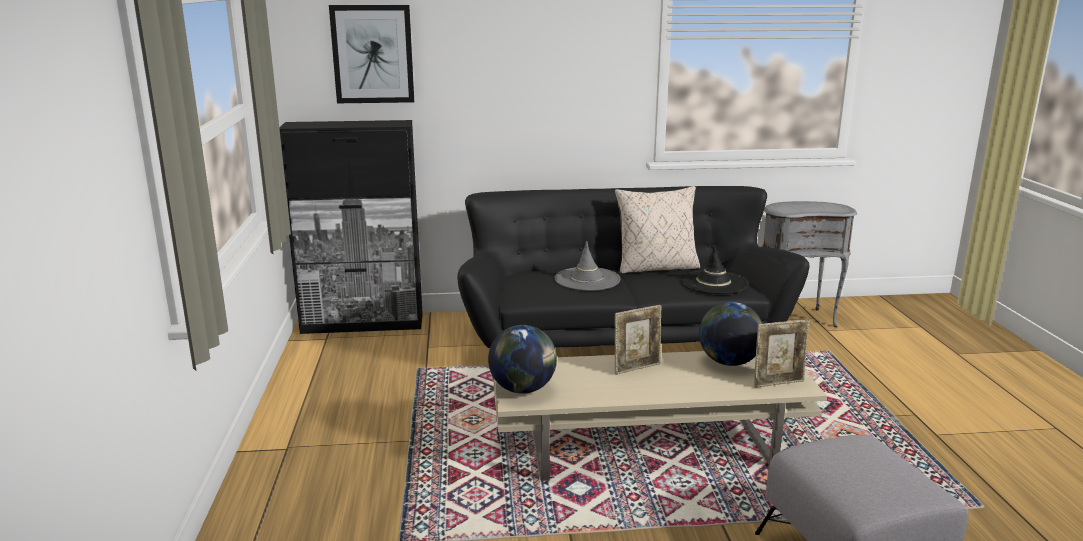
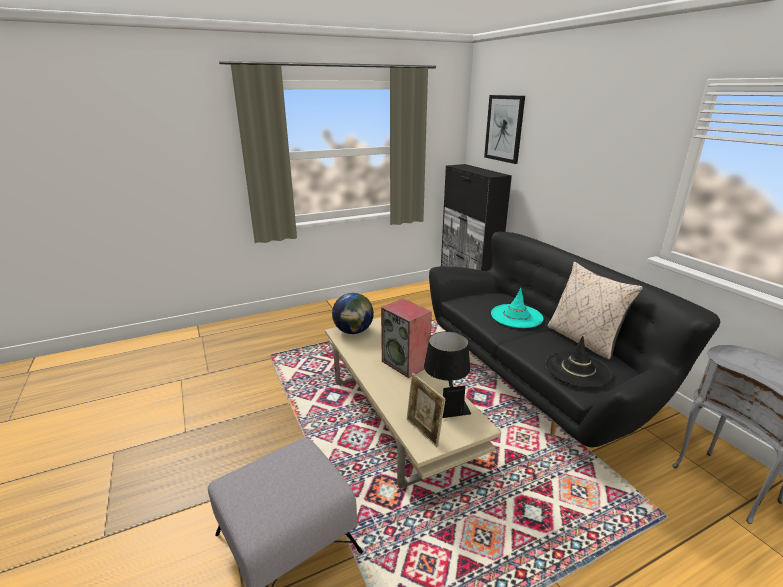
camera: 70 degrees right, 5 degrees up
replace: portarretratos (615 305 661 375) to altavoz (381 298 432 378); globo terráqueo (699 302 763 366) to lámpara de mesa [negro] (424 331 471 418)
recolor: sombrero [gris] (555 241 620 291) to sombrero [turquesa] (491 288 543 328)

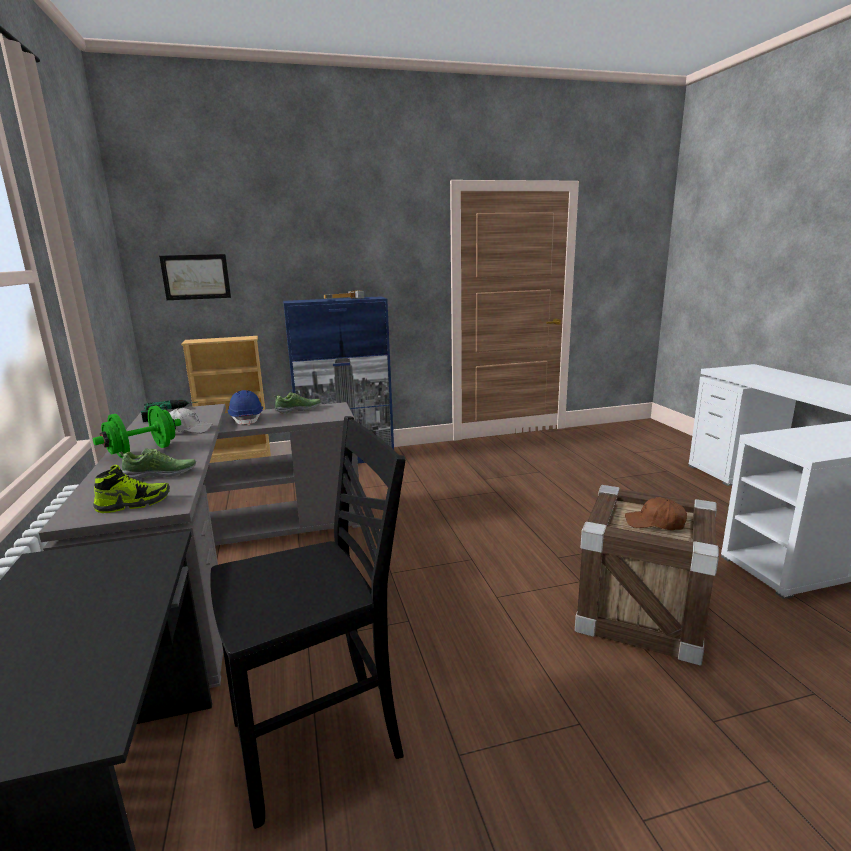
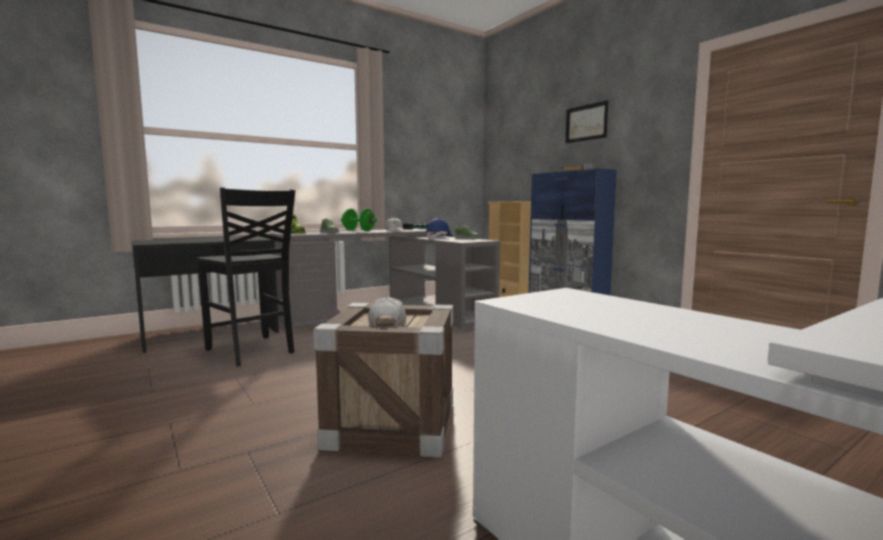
camera: 70 degrees right, 10 degrees down
move: cuadro (159 254 231 300) to (565 100 608 143)
recolor: gorra [marrón] (625 497 687 530) to gorra [blanco] (368 297 407 327)

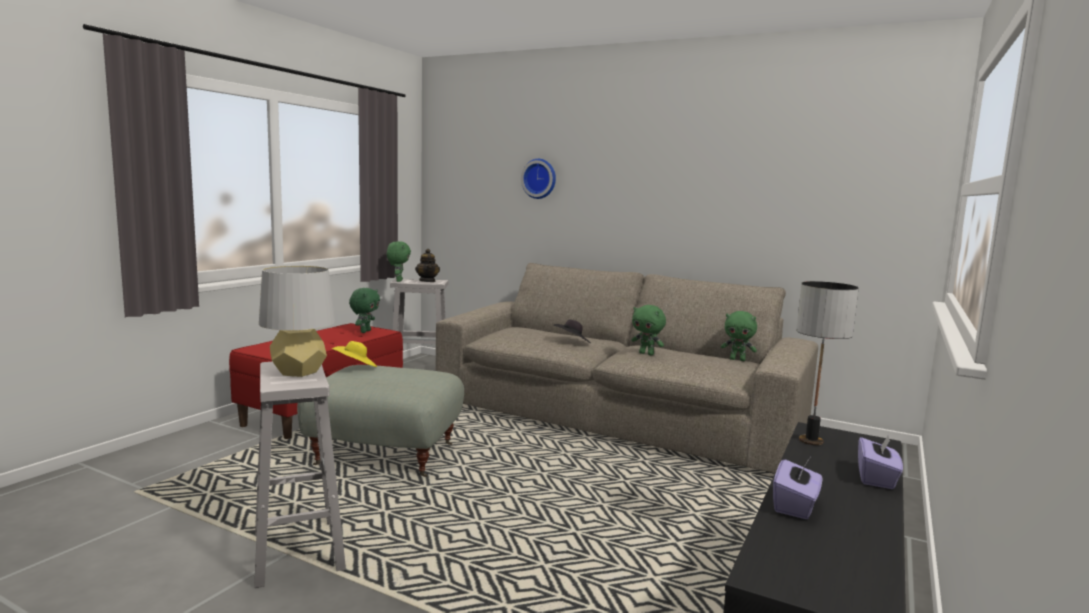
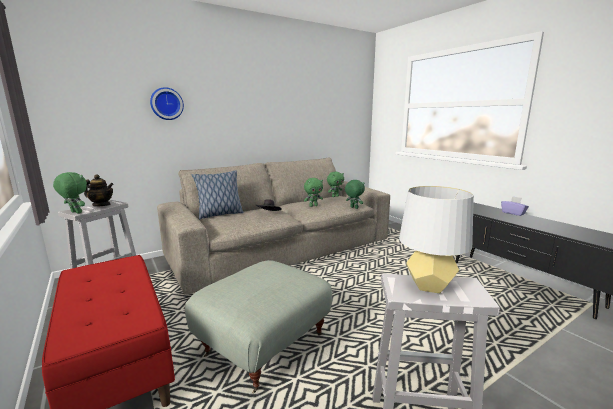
camera: 60 degrees left, 5 degrees up
delete: sombrero [amarillo] (332 341 377 367); caja de pañuelos [morado] (773 458 822 519); lámpara de mesa (796 281 859 445)
insert: cojín (191 170 244 219)
move: peluche [verde] (349 288 380 333) to (345 180 365 209)

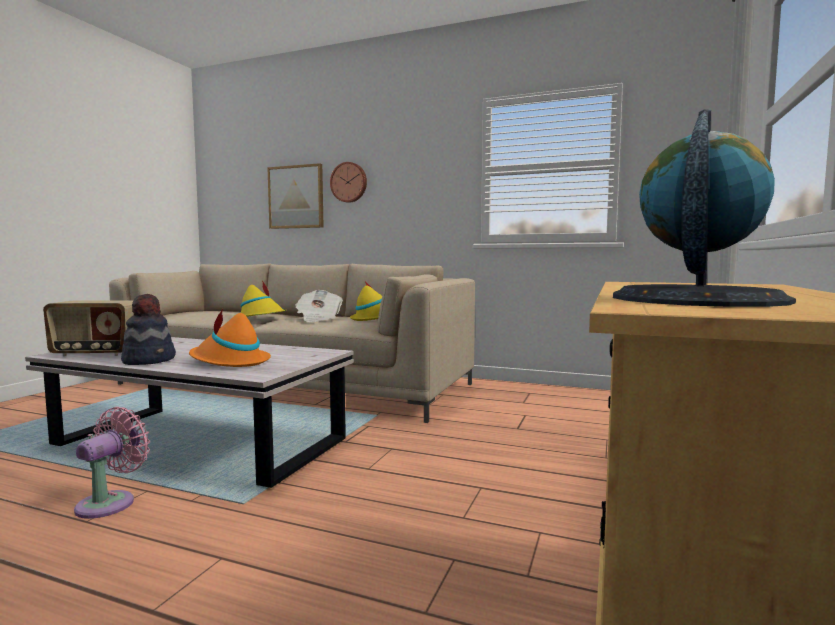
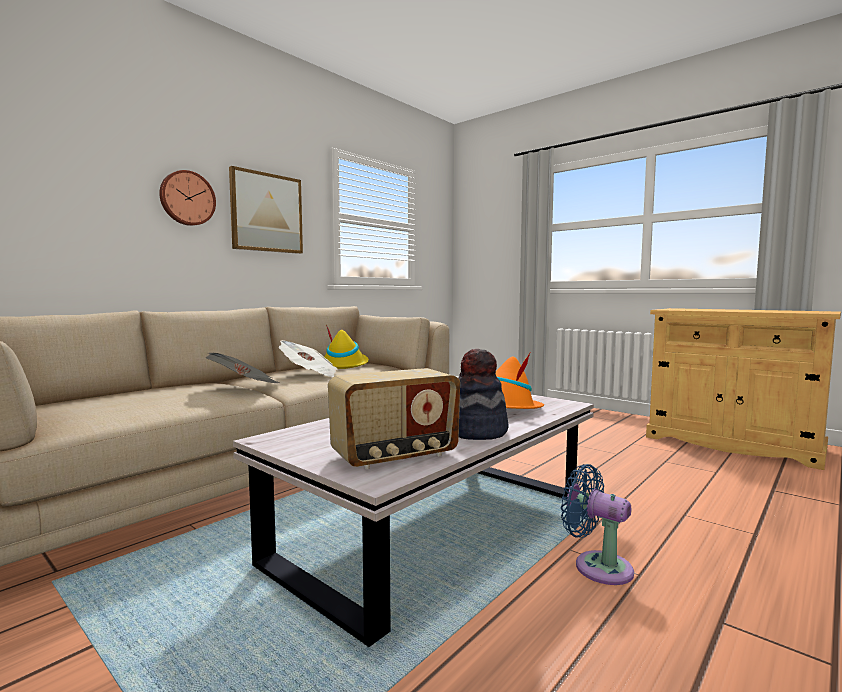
camera: 70 degrees left, 0 degrees up
delete: globo terráqueo (613 109 796 307)
move: cuadro (267 163 324 229) to (229 166 303 254)
replace: sombrero [amarillo] (234 280 287 317) to periódico (206 353 280 383)
recolor: ventilador [rosa] (74 407 150 519) to ventilador [azul] (561 464 634 585)
rotate: radio (43 300 134 356) = (328 368 460 469) 45 degrees clockwise

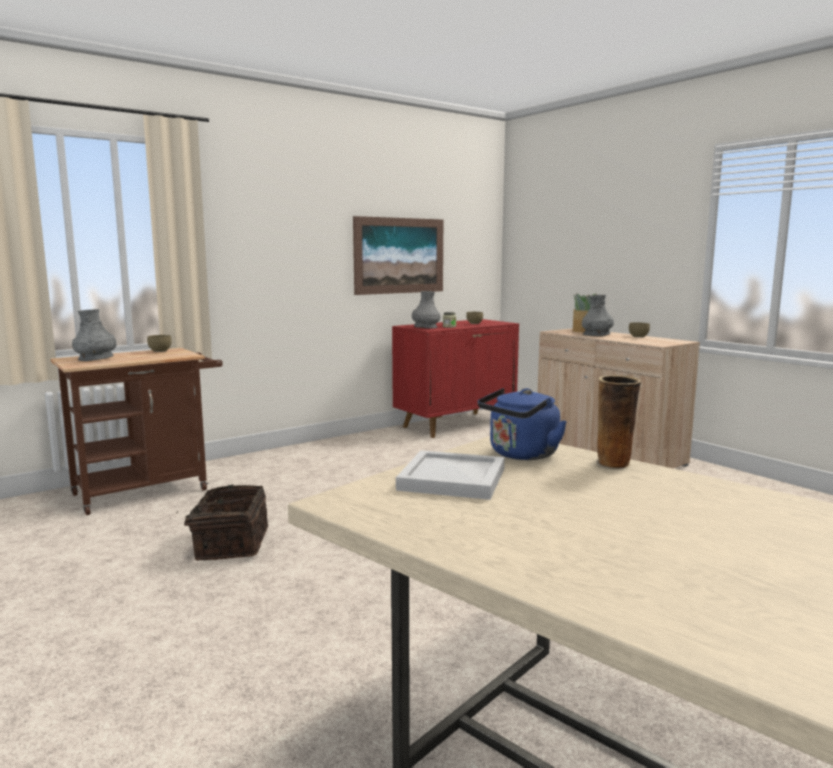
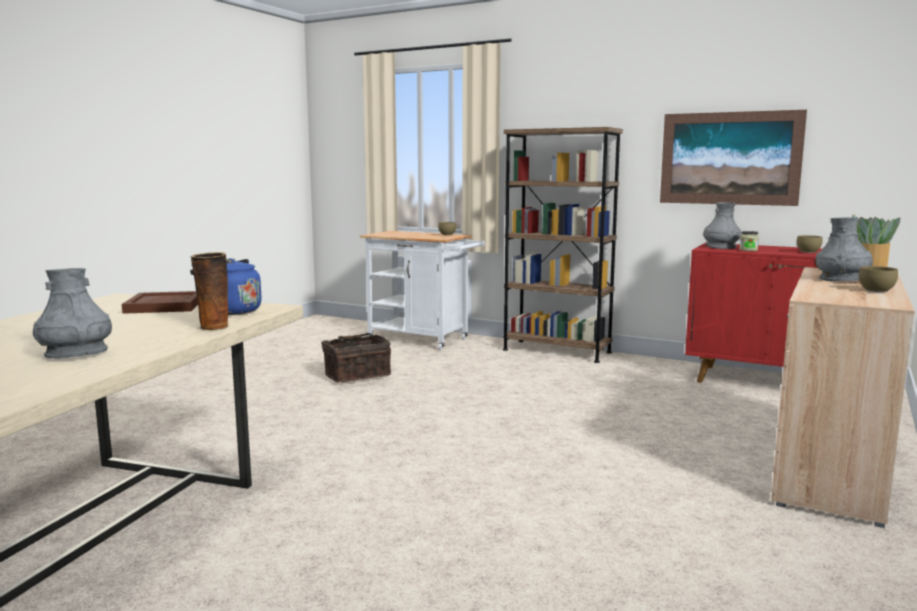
camera: 65 degrees right, 0 degrees up
insert: estantería [marrón] (503 127 623 363)
move: florero [gris] (72 309 117 361) to (33 268 112 359)
recolor: bandeja [blanco] (396 450 505 500) to bandeja [marrón] (122 291 198 314); carrito [marrón] (50 348 223 515) to carrito [blanco] (359 231 485 350)

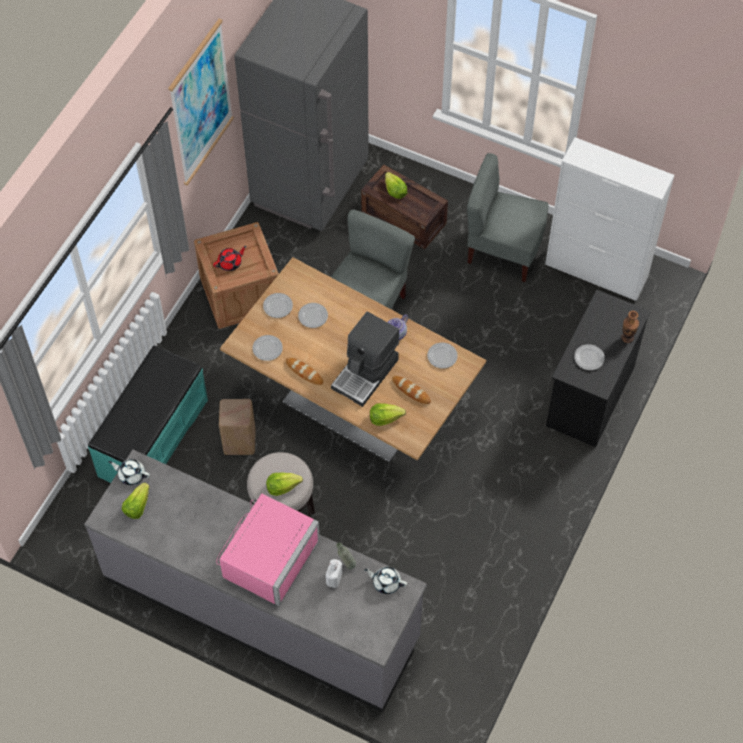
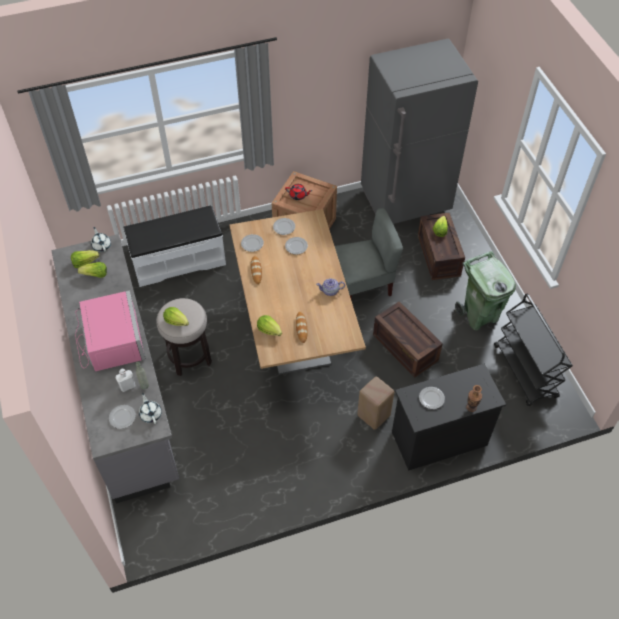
camera: 45 degrees right, 5 degrees down
delete: cuadro (168 19 234 186); cafetera (331 312 399 407)
insert: lechuga (78 262 107 278); caja de embalaje (373 301 443 378)
move: plato (427 343 458 369) to (109 405 136 429); taburete [beis] (219 399 256 455) to (357 376 394 430)
replace: silla [gris] (467 153 549 282) to papelera [verde] (455 251 516 330); armario [blanco] (545 137 674 301) to carrito [negro] (494 293 573 406)
recolor: banco [turquesa] (88 345 208 483) to banco [blanco] (123 205 226 287)
rotate: microondas [rosa] (216 493 320 606) = (75 290 146 371) 90 degrees counterclockwise

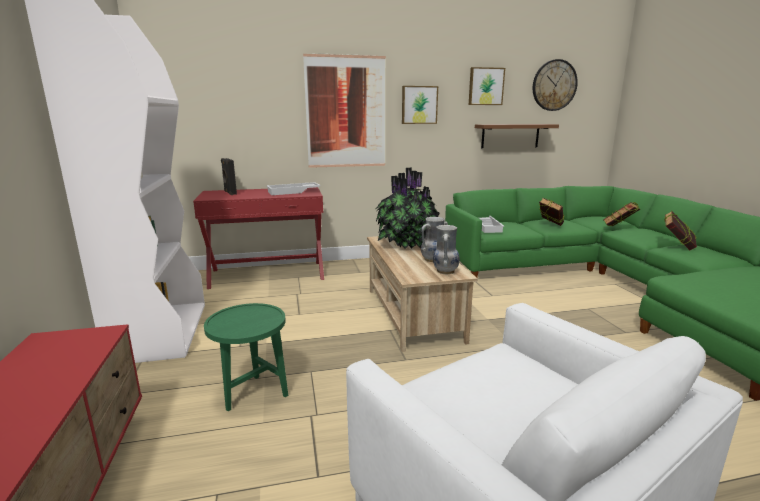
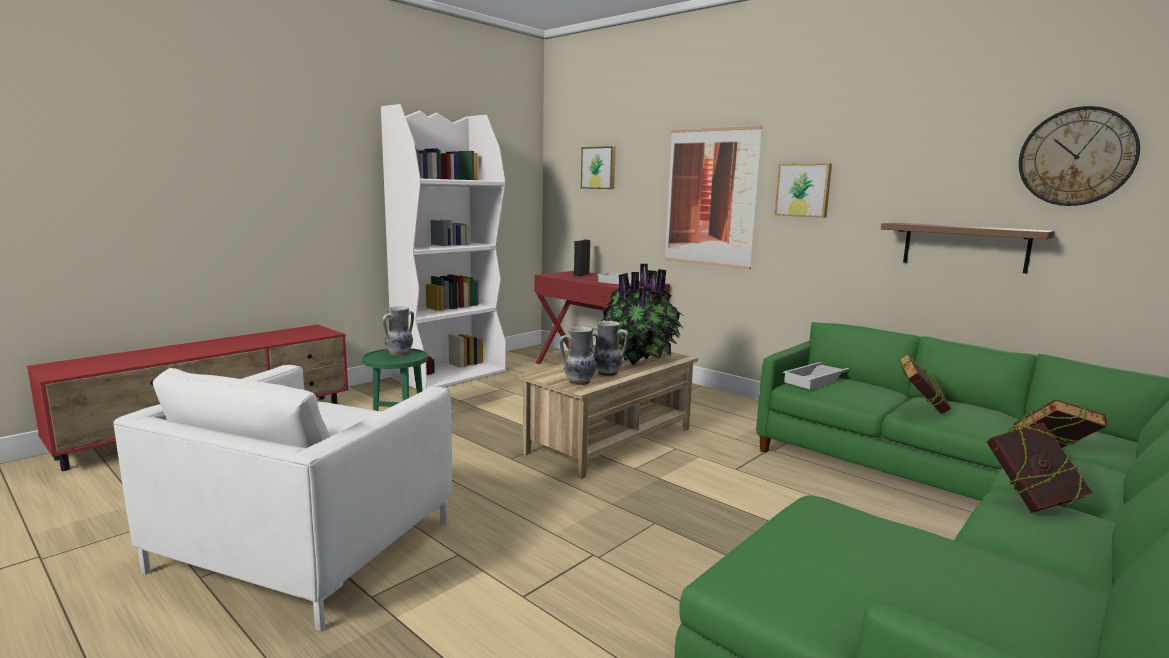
camera: 55 degrees right, 5 degrees down
insert: florero (383 306 414 356)
move: cuadro (469 67 505 105) to (581 146 616 189)

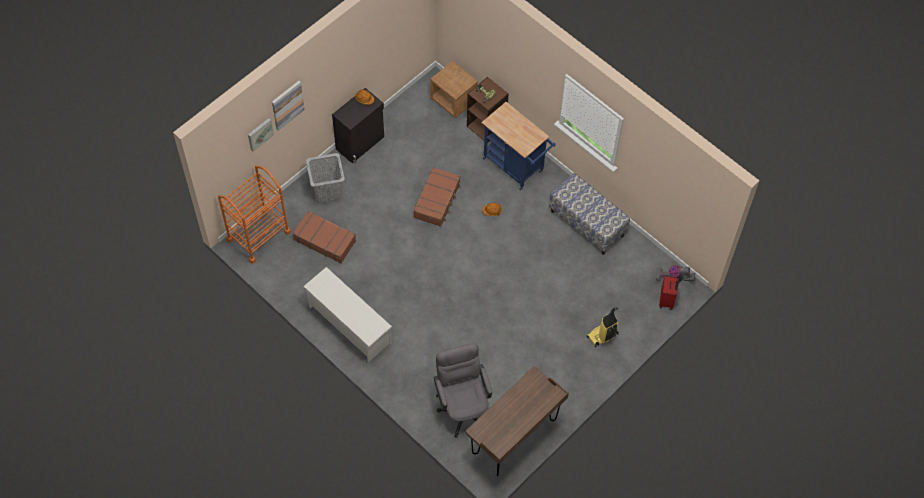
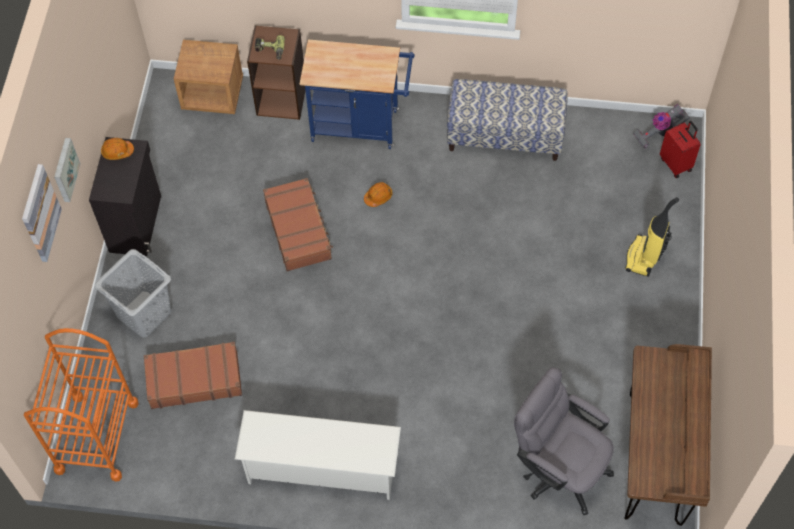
camera: 35 degrees left, 0 degrees up
move: cuadro (248 118 274 152) to (54 138 81 202)

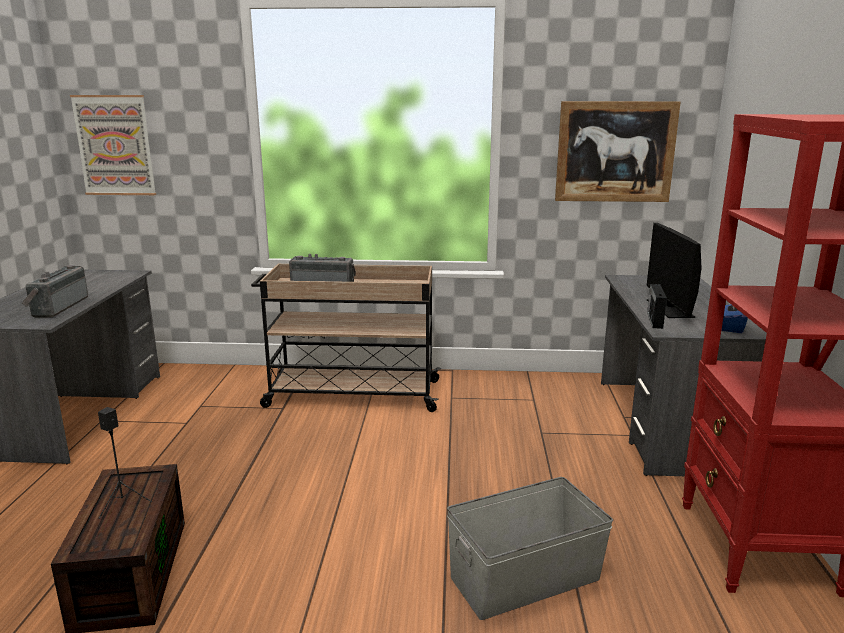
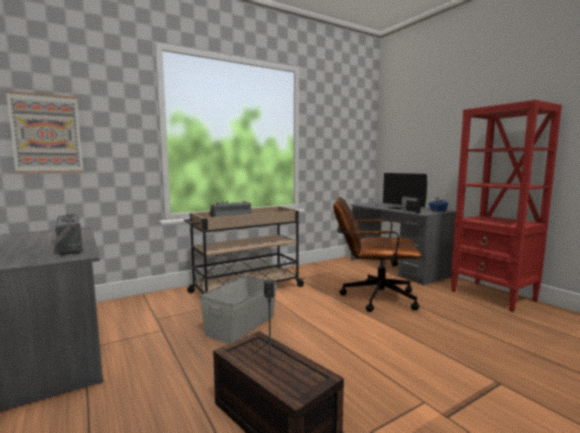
camera: 35 degrees left, 10 degrees down
delete: cuadro (555 101 681 202)
insert: silla de oficina [marrón] (333 197 422 312)
move: caja de almacenaje [gris] (447 477 613 620) to (200 275 277 344)

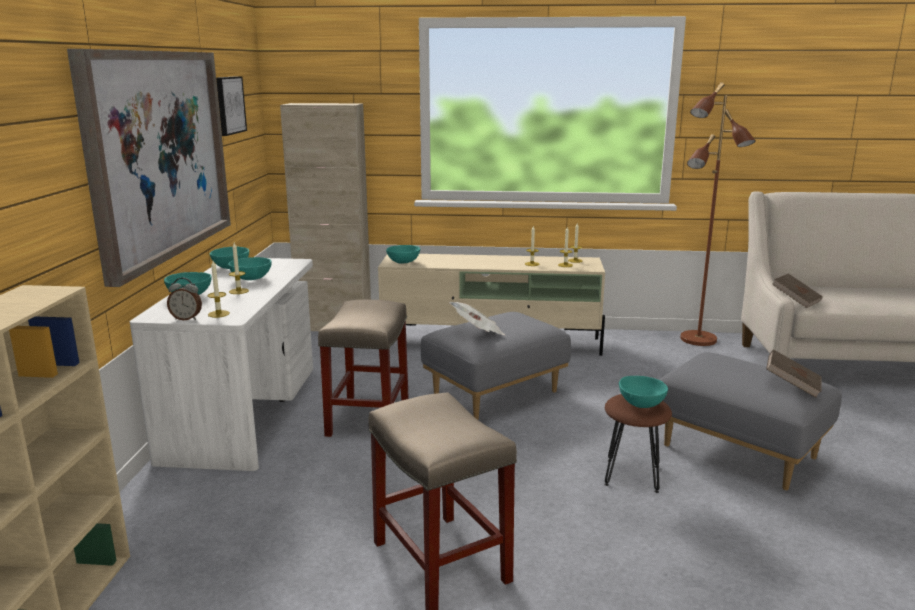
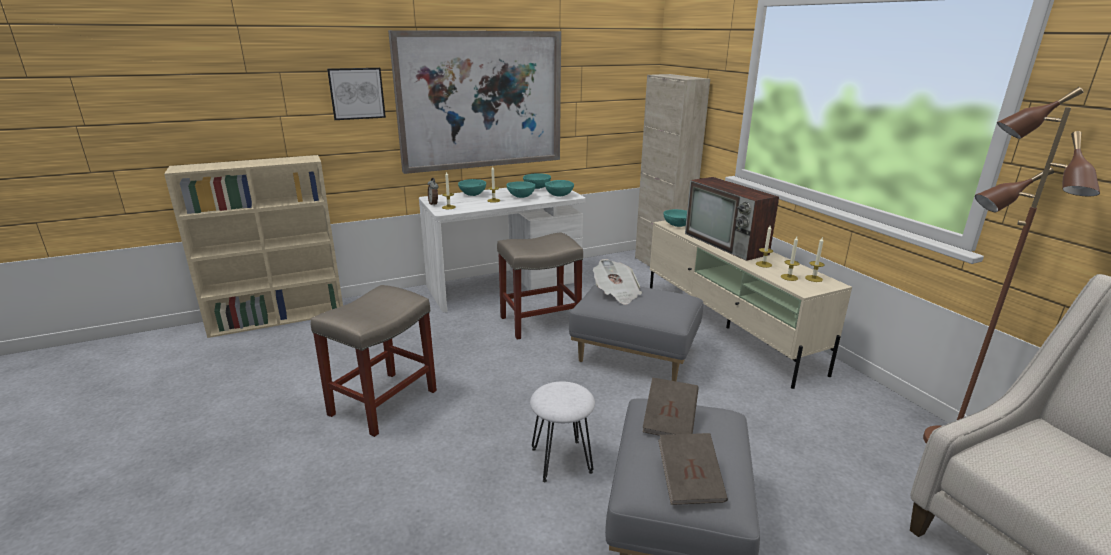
camera: 60 degrees right, 5 degrees up
insert: televisor (685 177 779 261)
move: cuadro (216 76 247 136) to (327 68 386 120); cuenco [turquesa] (619 376 668 408) to (545 180 574 196); libro [marrón] (772 273 823 308) to (643 377 699 436)
recolor: taburete [marrón] (604 394 672 493) to taburete [blanco] (530 381 595 482)

